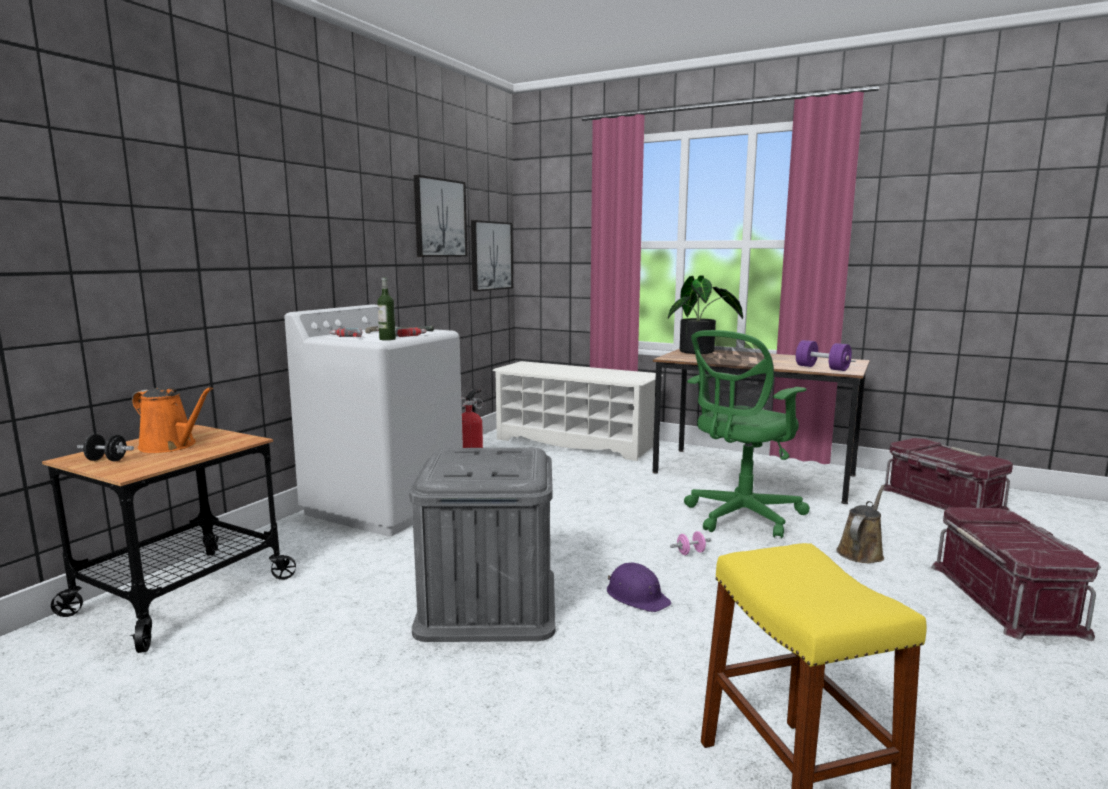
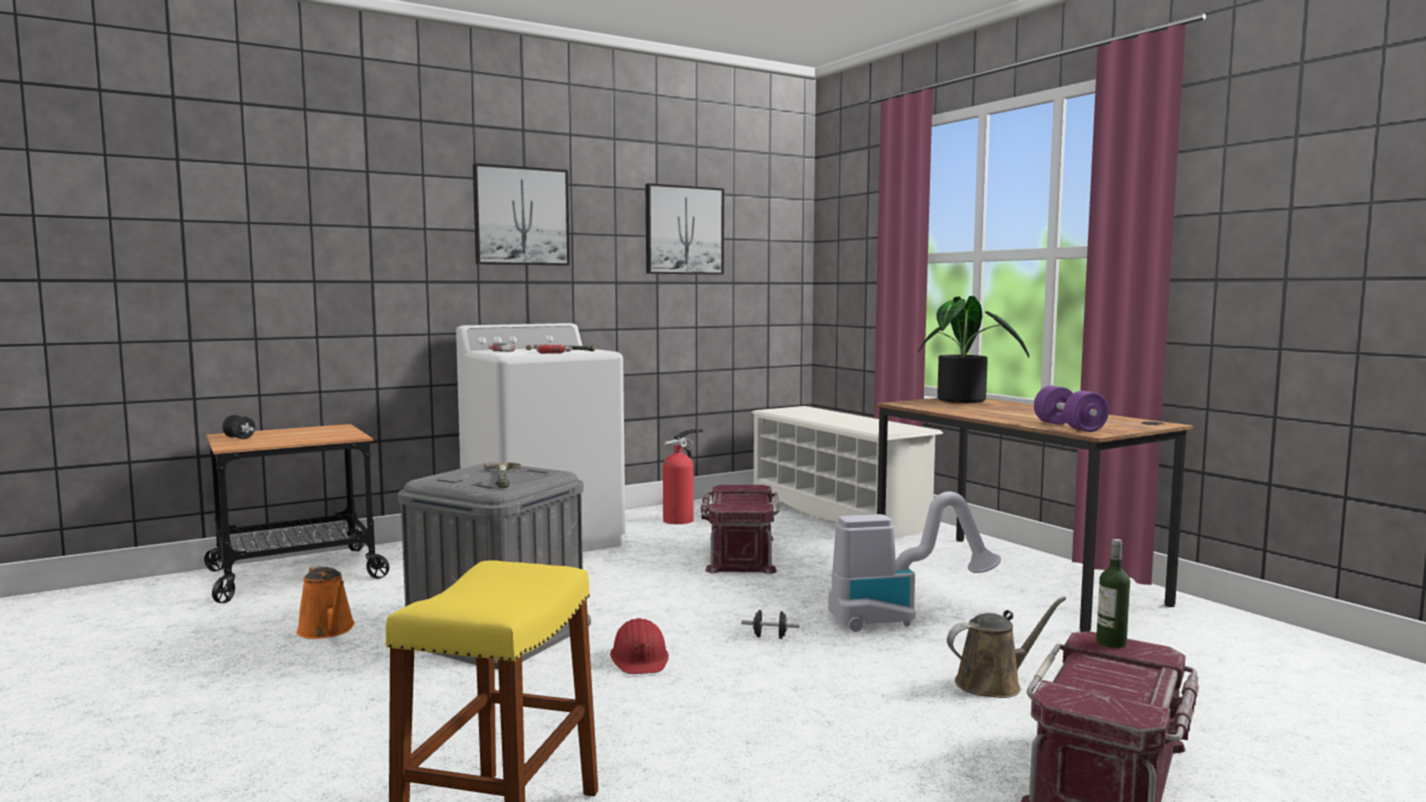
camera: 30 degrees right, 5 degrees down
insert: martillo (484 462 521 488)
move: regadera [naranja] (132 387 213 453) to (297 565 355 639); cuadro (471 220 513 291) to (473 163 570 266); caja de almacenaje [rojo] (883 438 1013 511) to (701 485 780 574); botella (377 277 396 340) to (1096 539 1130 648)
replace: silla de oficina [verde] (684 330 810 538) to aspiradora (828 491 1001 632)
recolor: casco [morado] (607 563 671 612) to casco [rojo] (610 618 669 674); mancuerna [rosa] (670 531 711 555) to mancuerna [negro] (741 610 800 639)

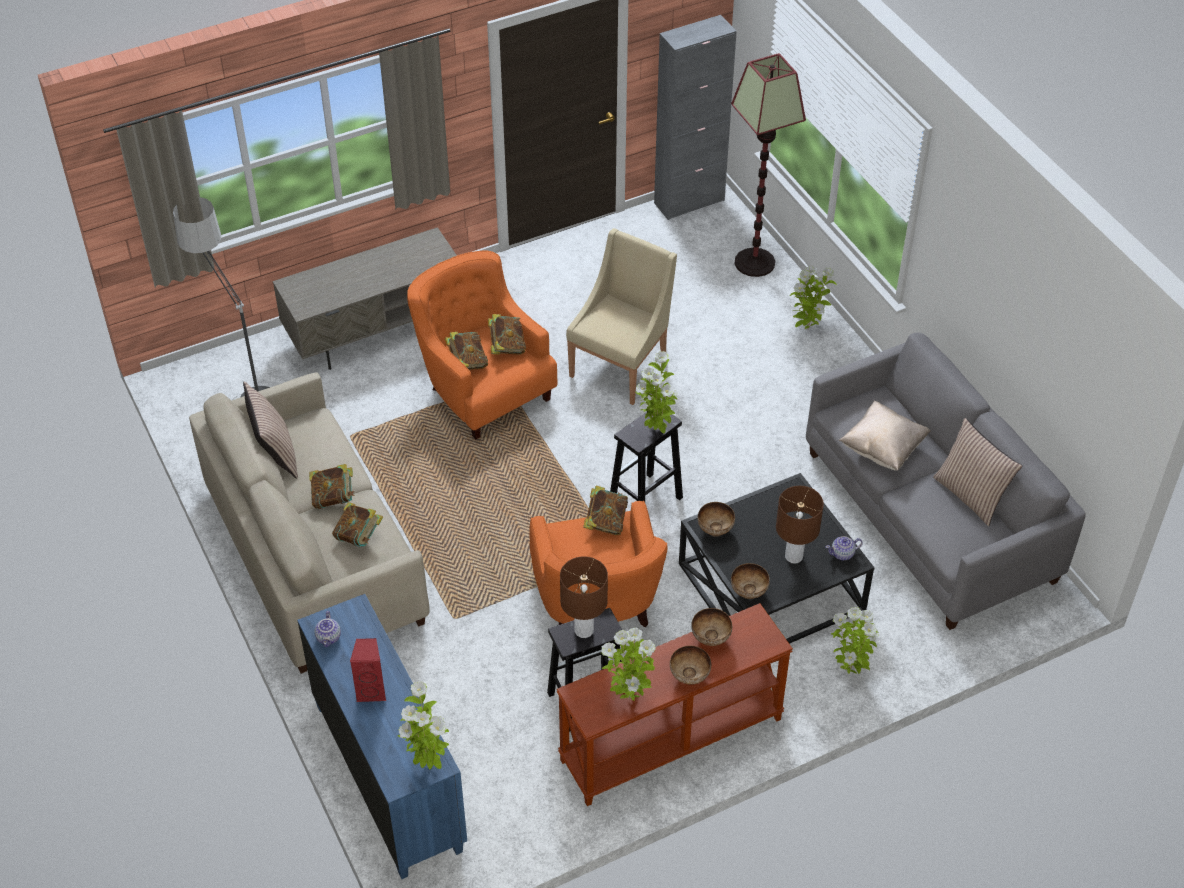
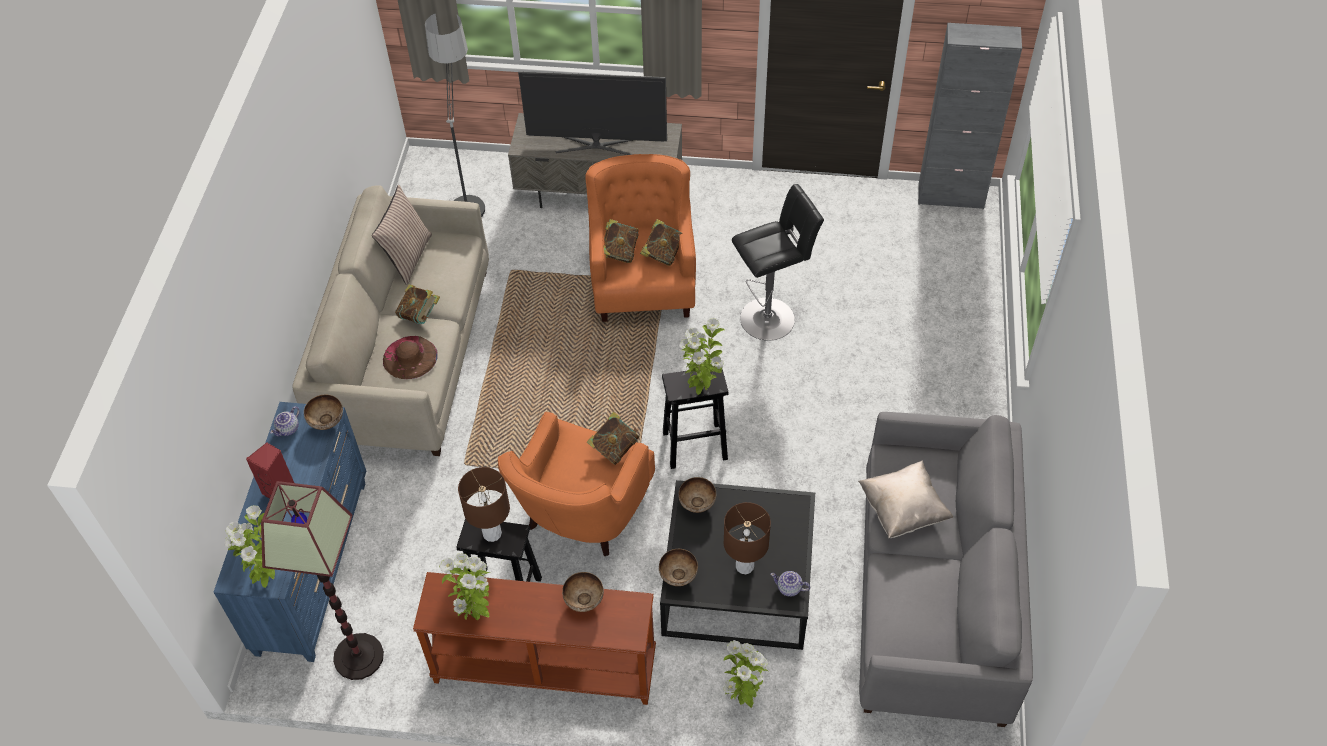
camera: 35 degrees right, 5 degrees up
delete: planta en maceta (790 266 837 329); cojín (933 418 1022 526)
insert: televisor (518 71 667 155)
move: lámpara de pie (731 53 806 277) to (261 481 384 680); cuenco (670 646 711 685) to (304 395 343 430)
replace: libro (332 502 383 547) to sombrero [marrón] (383 336 438 379); sillón [beis] (566 228 677 405) to taburete [negro] (732 184 824 341)

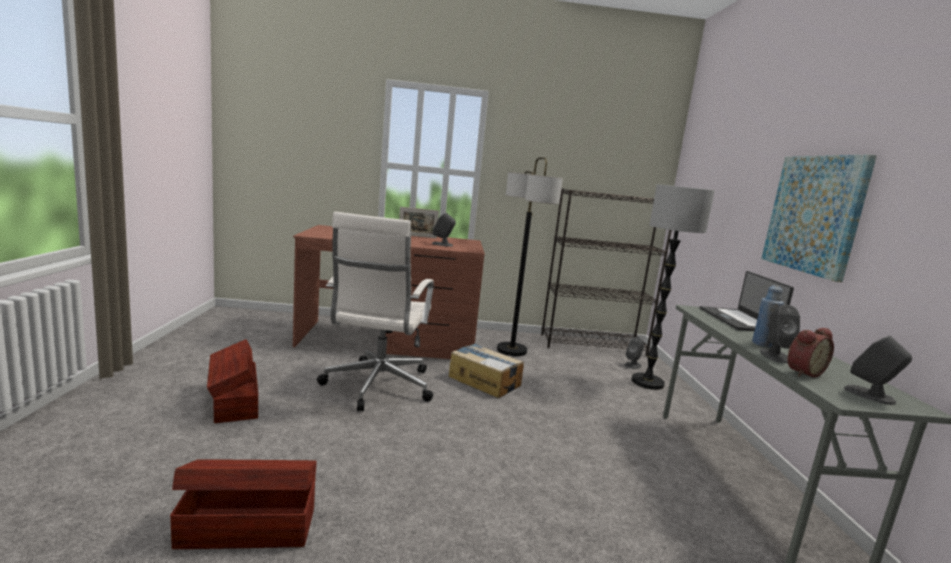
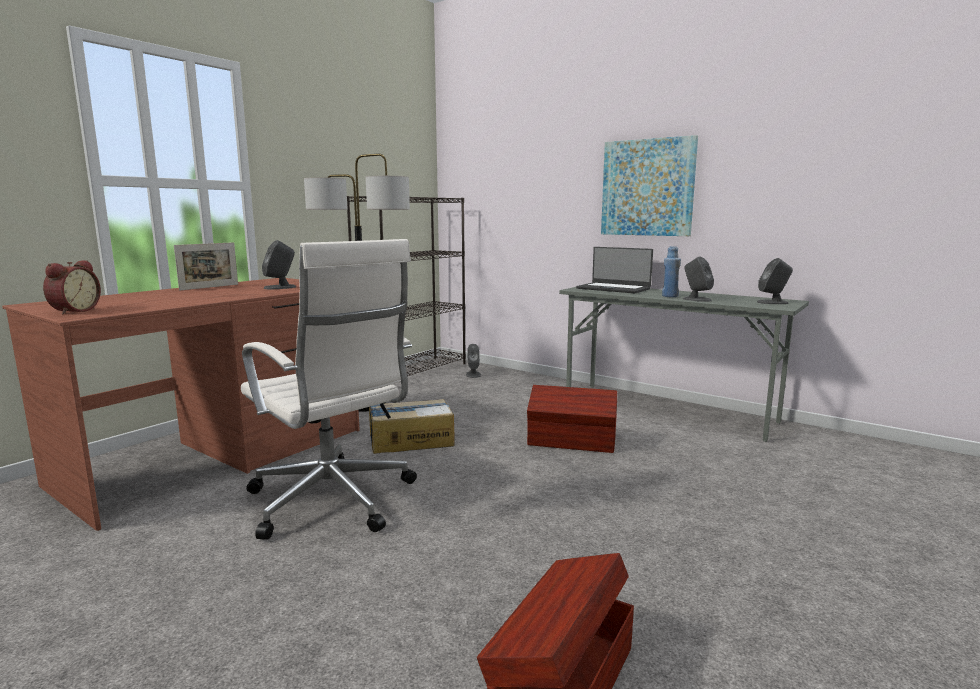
camera: 50 degrees left, 0 degrees up
delete: lámpara de pie (631 184 715 390)
move: despertador (788 328 834 377) to (43 260 101 315); caja de almacenaje [marrón] (207 339 258 423) to (527 385 617 453)

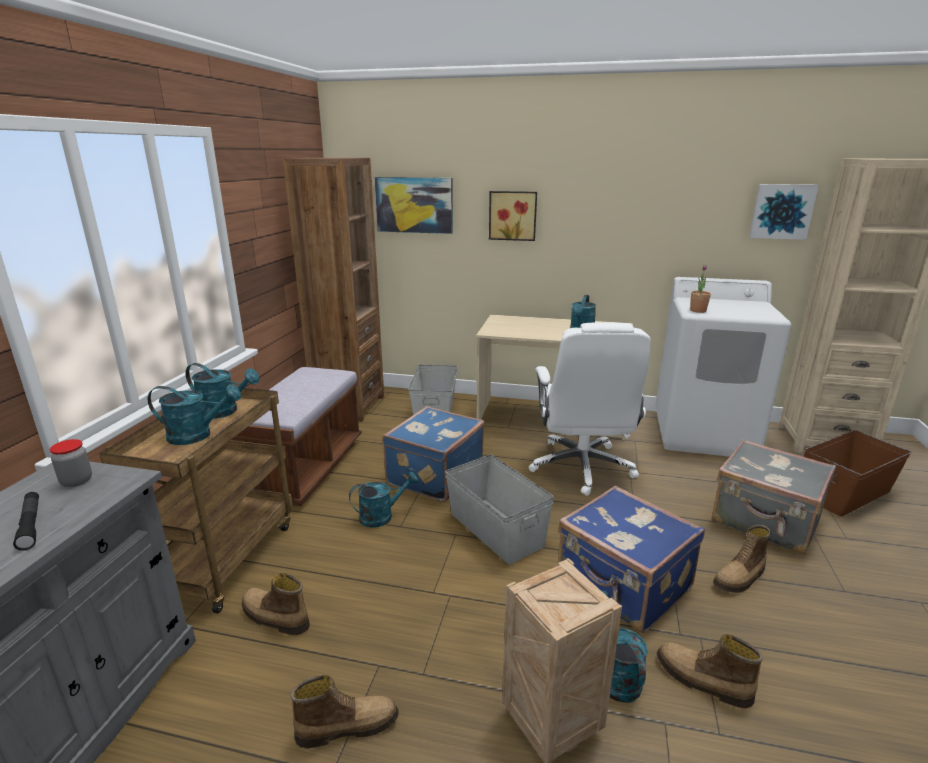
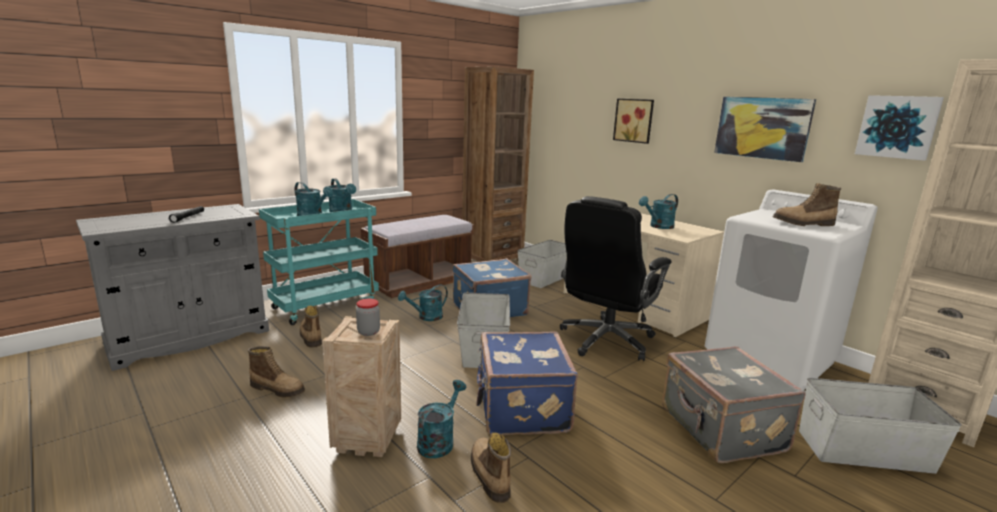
camera: 35 degrees right, 5 degrees down
delete: planta en maceta (690 265 711 313)
move: tarro (50 439 92 487) to (356 299 380 336); cuadro (375 177 453 234) to (714 97 816 162); bota (713 525 771 593) to (773 183 841 226)
recolor: carrito [marrón] (99 388 293 613) to carrito [turquesa] (259 199 379 325); silla de oficina [blanco] (528 322 651 496) to silla de oficina [negro] (560 196 672 361); caja de almacenaje [marrón] (804 430 912 516) to caja de almacenaje [gris] (799 378 962 474)
rotate: regadera [turquesa] (349 472 419 528) = (398 285 448 321) 135 degrees clockwise

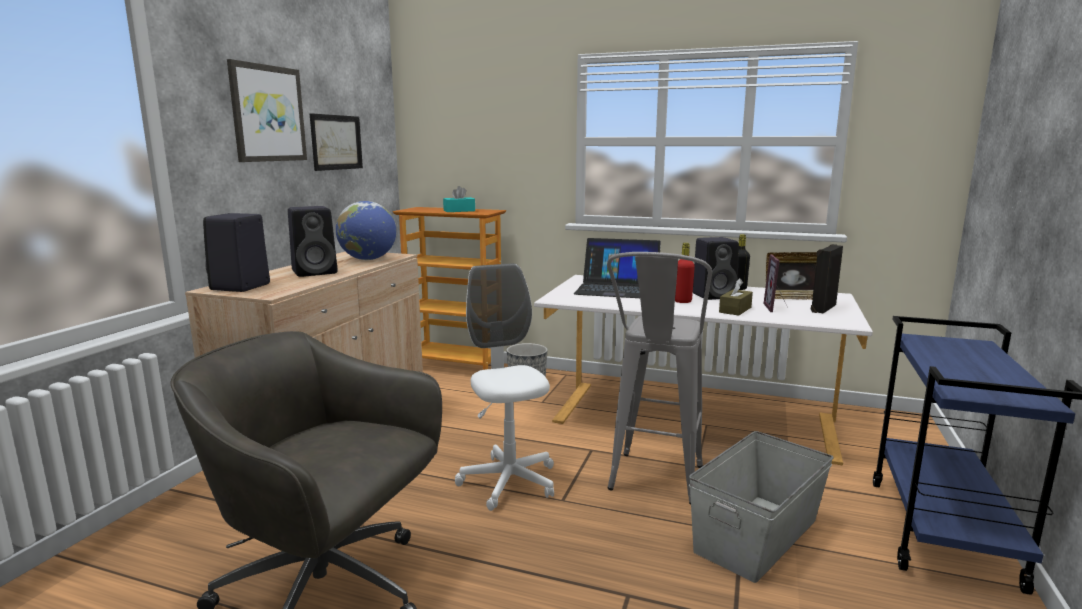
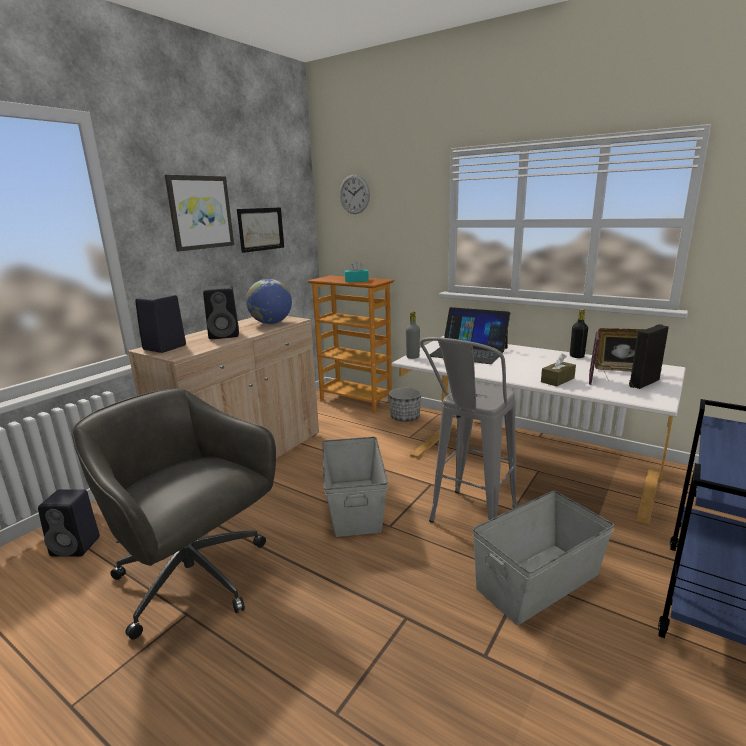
camera: 15 degrees right, 5 degrees up
delete: botella [rojo] (675 243 695 303)
insert: reloj de pared (340 175 370 214); botella [gris] (406 311 420 359)
move: altavoz [negro] (693 237 739 300) to (38 489 100 557)
replace: silla de oficina [blanco] (455 263 554 511) to caja de almacenaje [gris] (322 437 388 537)

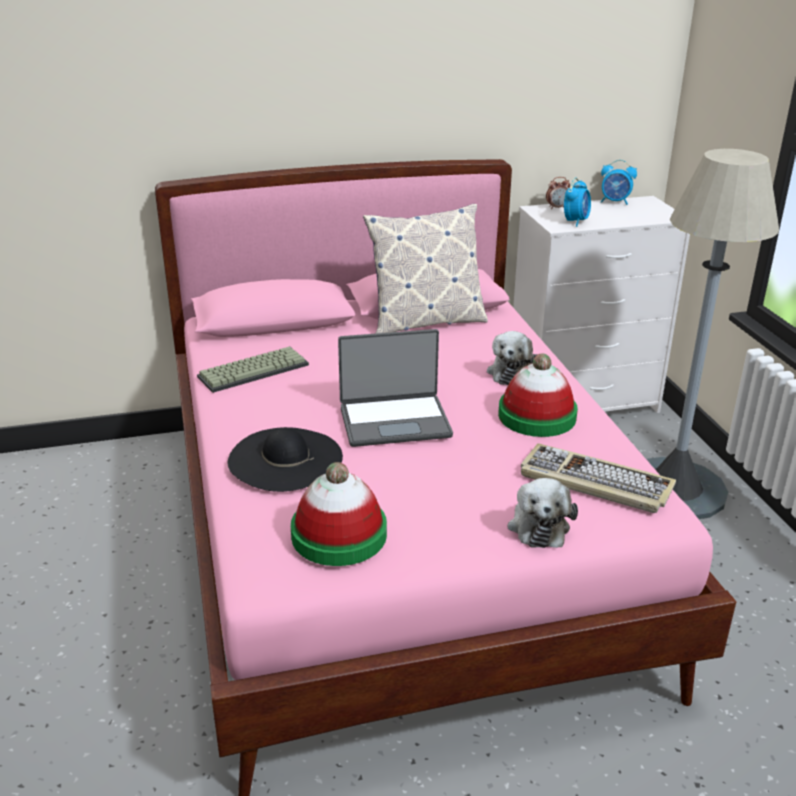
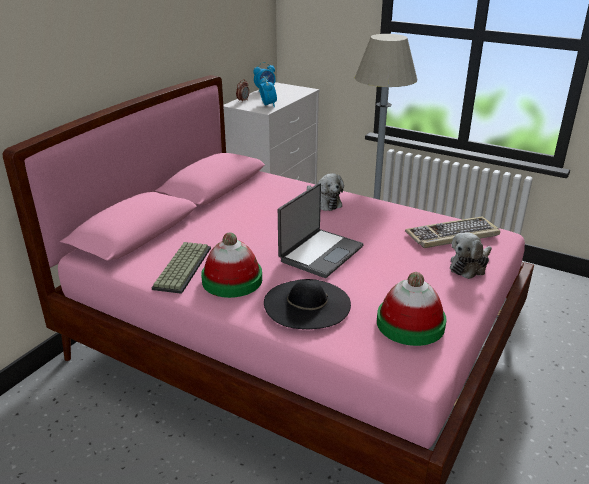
camera: 45 degrees left, 0 degrees up
delete: cojín (363 204 488 333)
move: sombrero (498 354 578 437) to (201 232 262 298)
rotate: peluche (507 478 578 548) = (450 232 492 279) 90 degrees clockwise

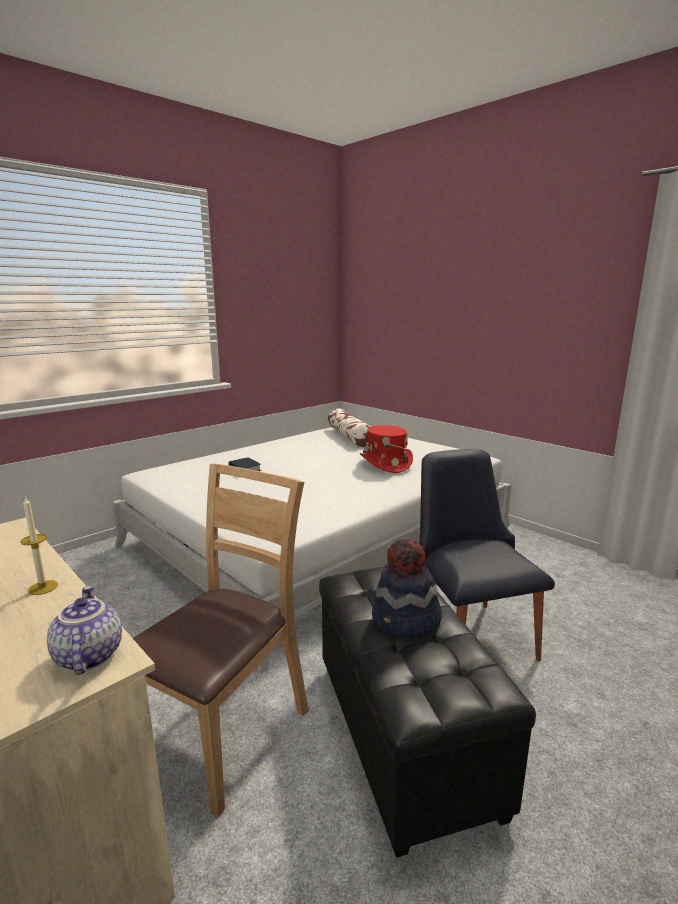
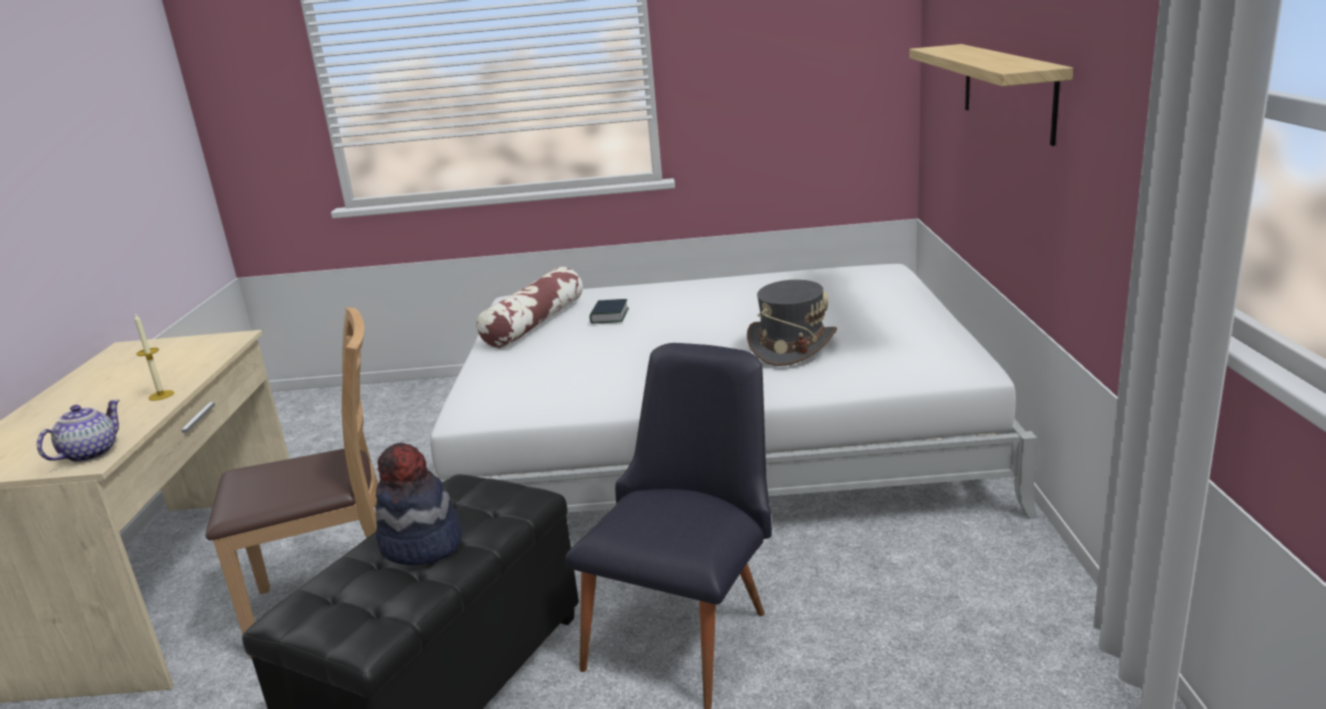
camera: 45 degrees right, 5 degrees up
insert: estante (909 44 1073 146)
move: cojín (328 409 371 447) to (476 267 583 348)
recolor: sombrero [rojo] (360 425 413 473) to sombrero [gris] (747 280 837 366)

